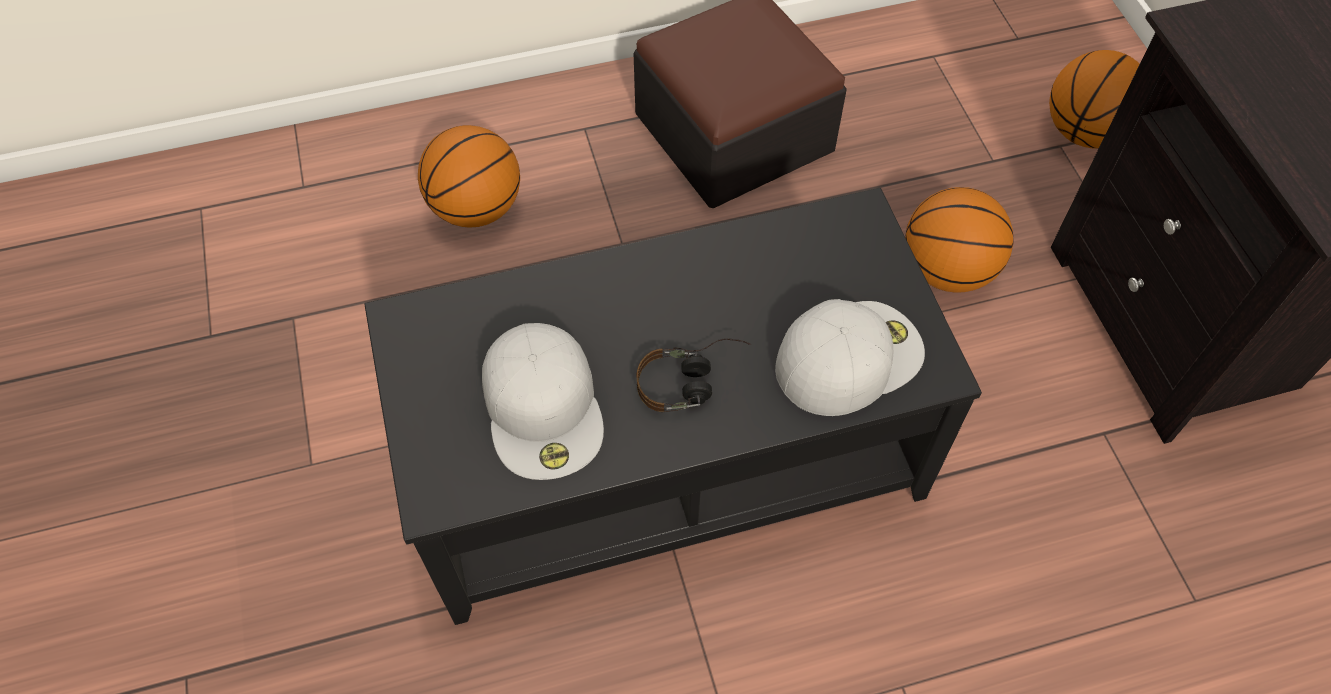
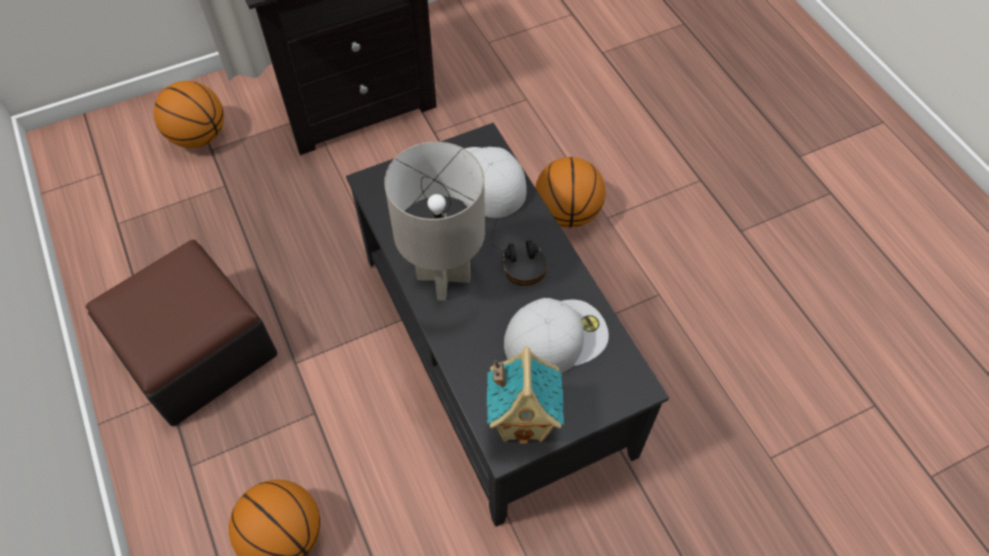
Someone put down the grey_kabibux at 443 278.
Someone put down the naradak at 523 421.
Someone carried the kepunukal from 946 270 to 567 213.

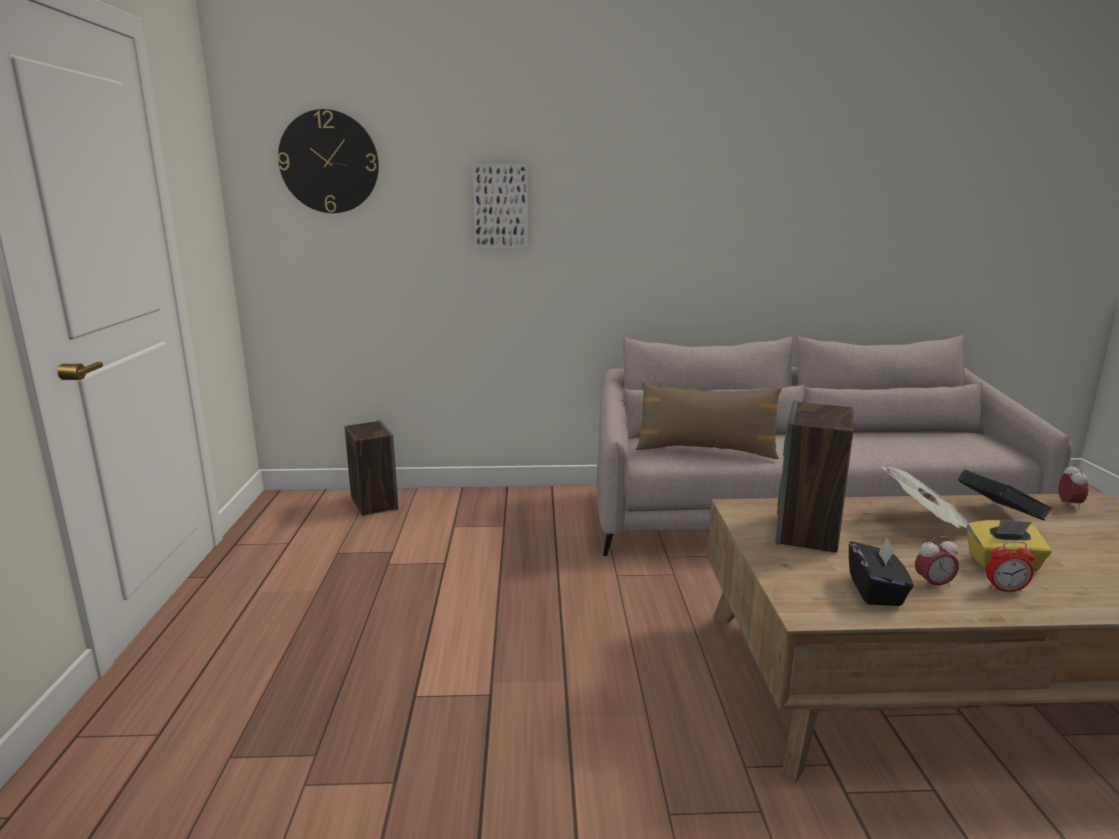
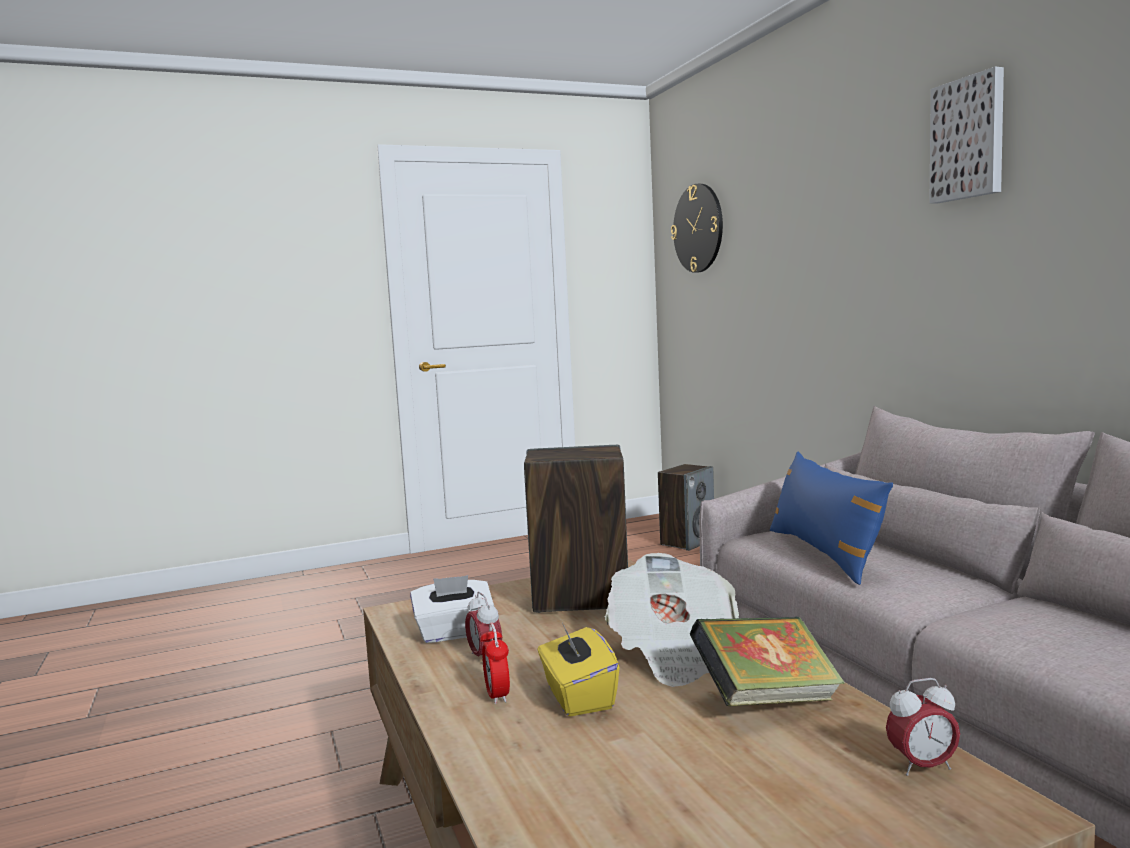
Someone repainted the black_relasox at 876 591, which became the white_relasox at 454 633.
Someone repainted the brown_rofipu at 706 450, which became the blue_rofipu at 825 553.
Someone carried the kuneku from 501 206 to 969 139.

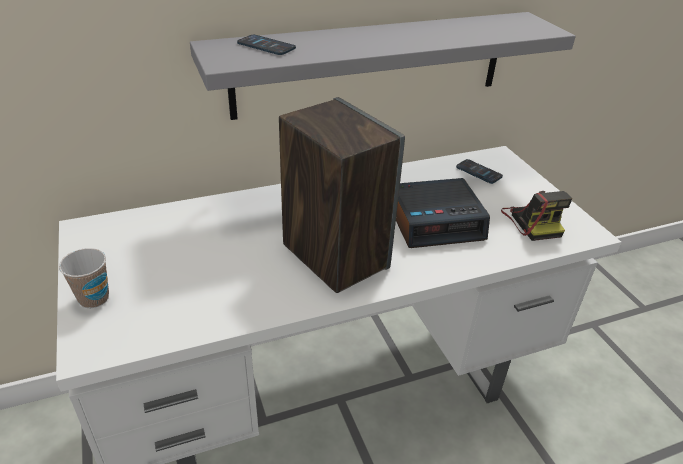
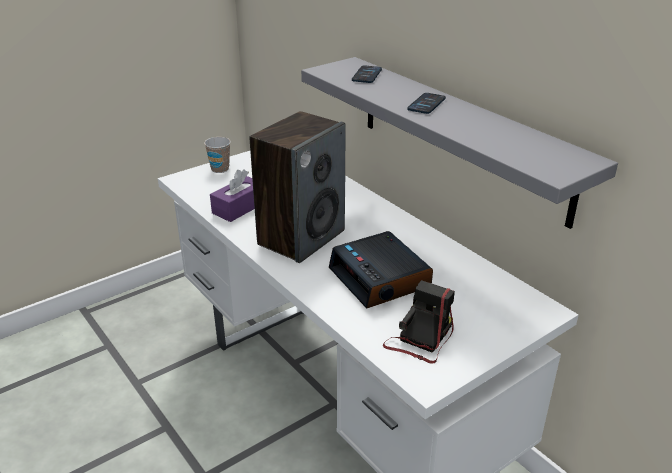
Someone put down the purple_relasox at 239 208.
Someone rotated the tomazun at 532 221 by 150 degrees clockwise.
Someone carried the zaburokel from 478 172 to 426 104.

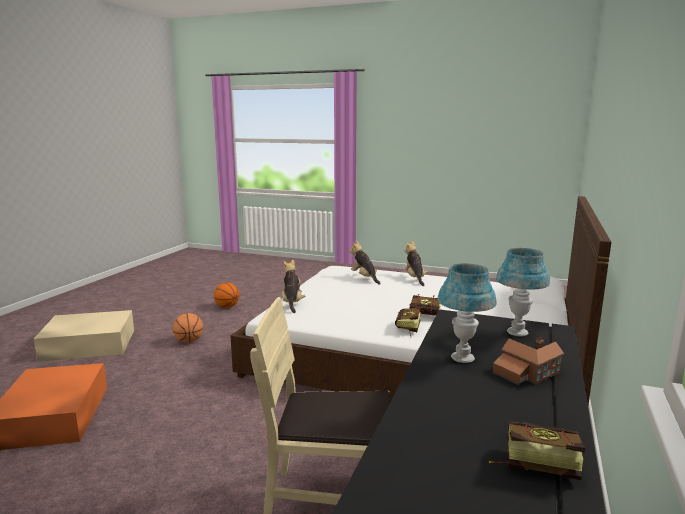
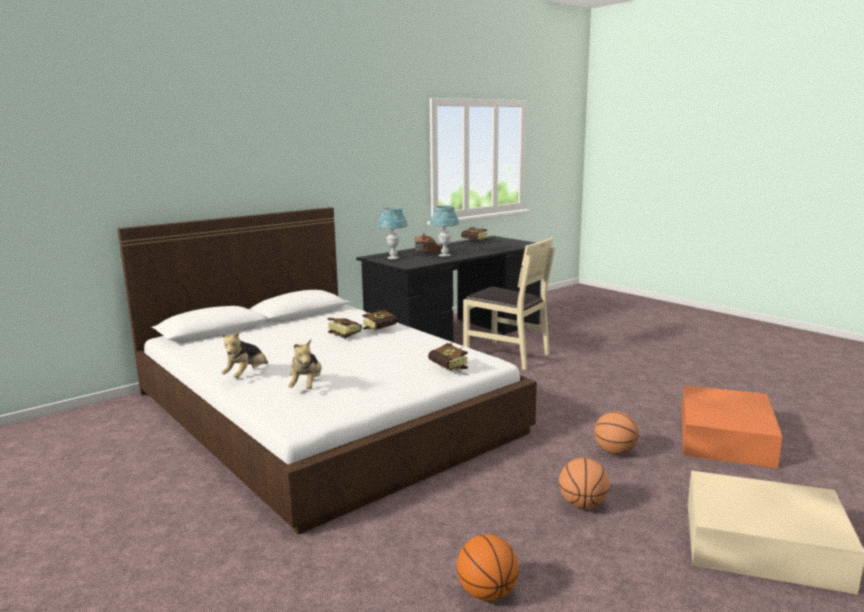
Someone swapped the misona at 292 303 for the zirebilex at 450 370.
Someone put down the kepunukal at 615 452.

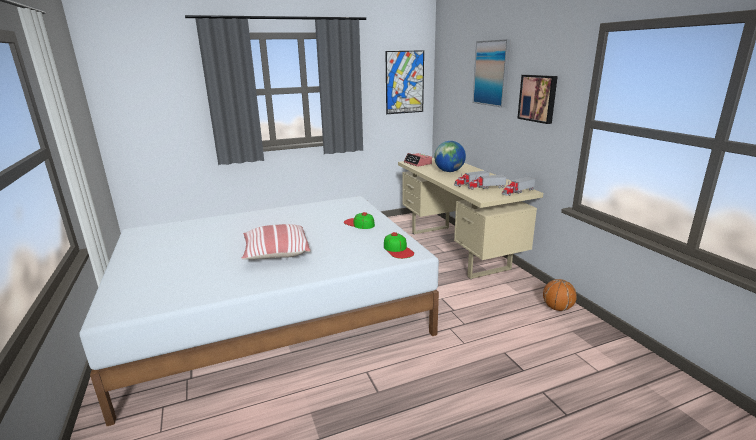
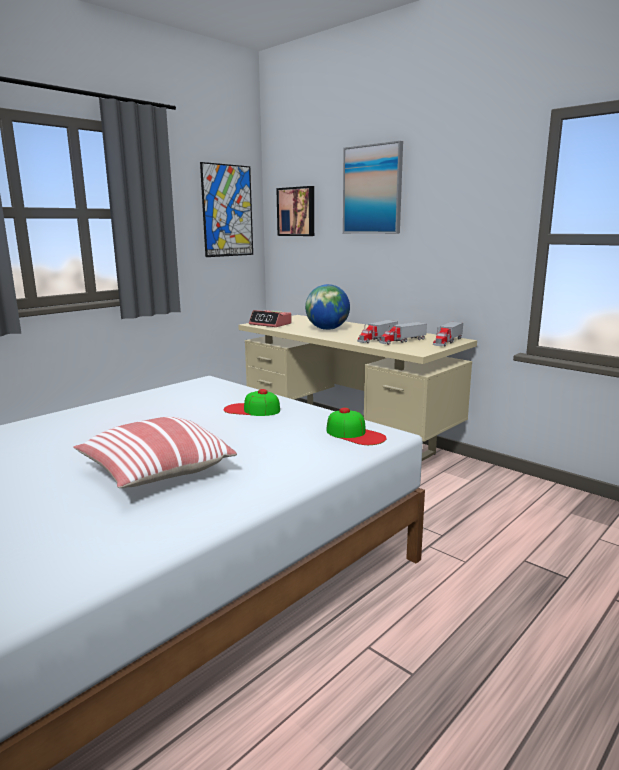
Someone carried the kuneku from 538 98 to 297 211.
Someone took away the kepunukal at 557 308.

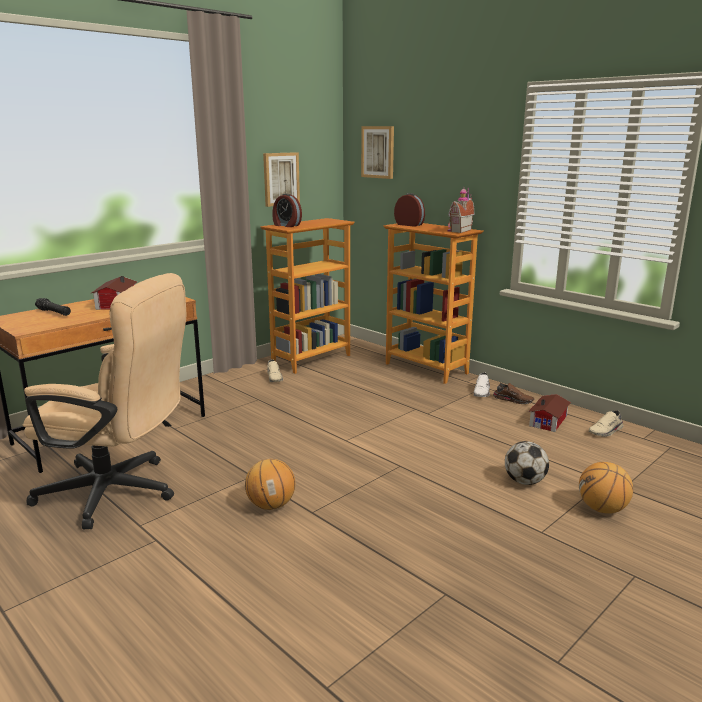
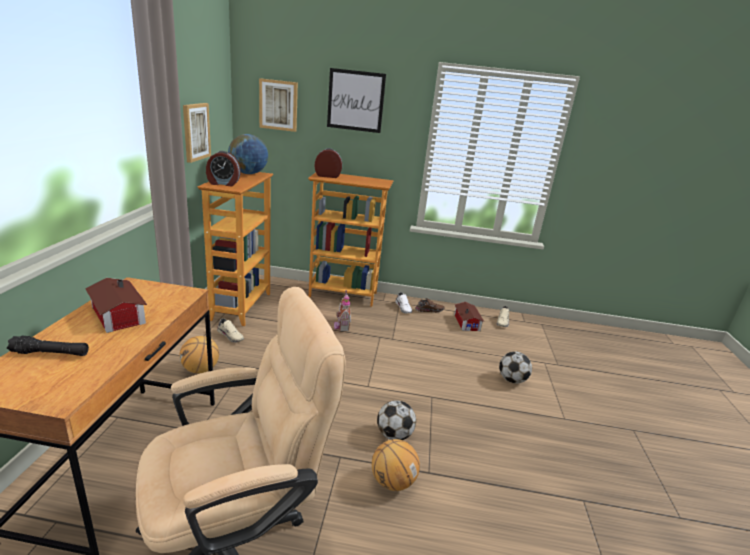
Someone carried the kepunukal from 602 509 to 200 370.
Someone put down the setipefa at 248 173.
Someone put up the kuneku at 355 101.
Someone carried the naradak from 458 231 to 341 326.
Someone put down the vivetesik at 394 435.

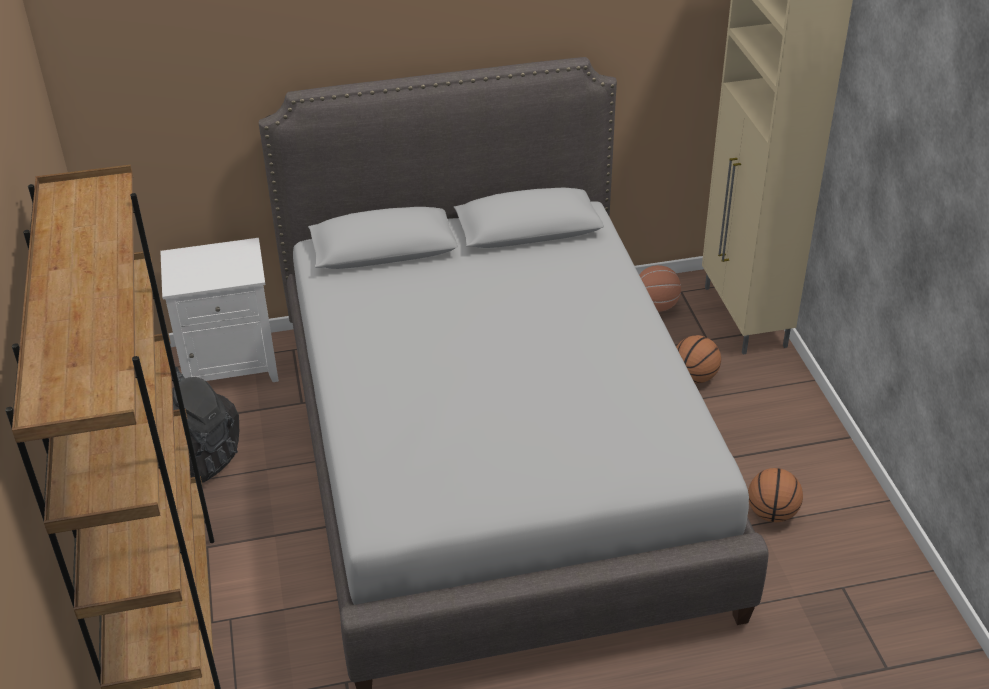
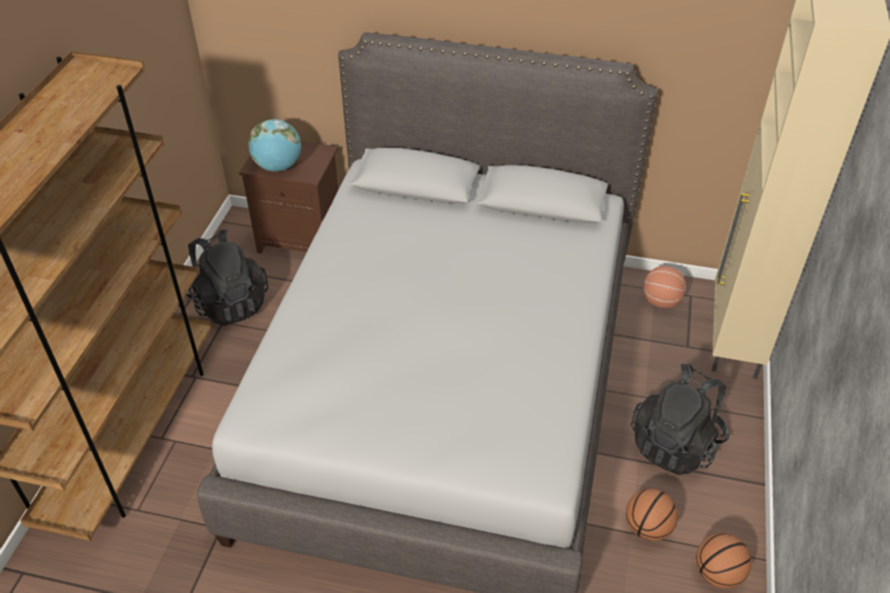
Someone repainted the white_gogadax at 232 364, which became the brown_gogadax at 302 239.
Someone put down the setipefa at 278 167.
Someone put down the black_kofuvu at 675 444.
Someone carried the kepunukal from 694 377 to 717 573.

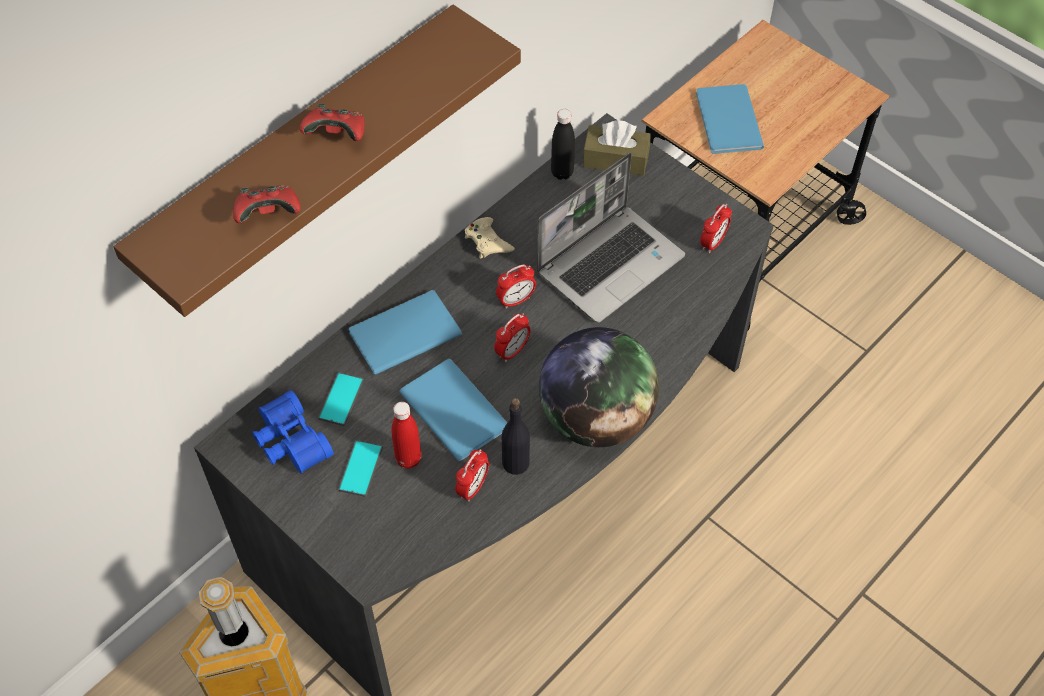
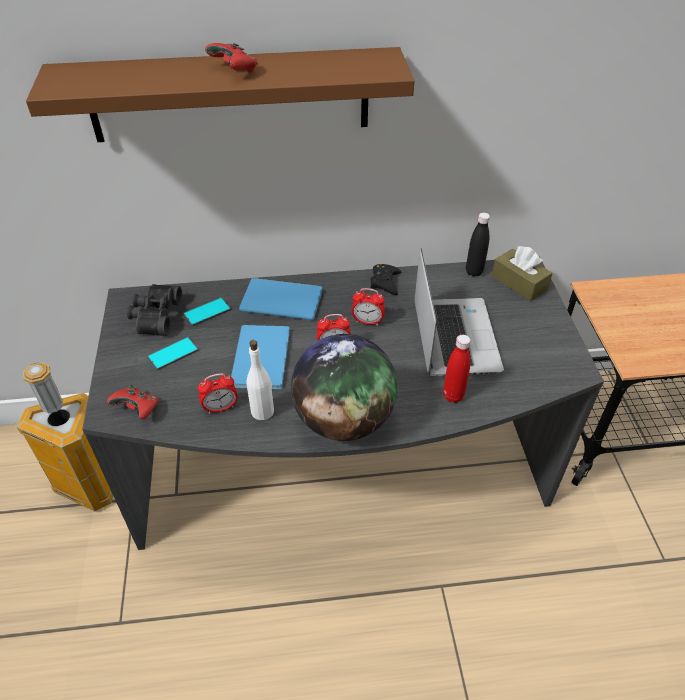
Someone carried the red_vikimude from 268 214 to 138 409.
Someone repainted the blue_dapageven at 289 442, which became the black_dapageven at 154 316.
Someone repainted the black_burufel at 516 462, which became the white_burufel at 263 411.
Someone repainted the beige_vikimude at 487 242, which became the black_vikimude at 385 282.
Someone rotated the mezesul at 610 263 by 90 degrees counterclockwise.
Someone carried the red_burufel from 408 459 to 453 396.
Someone took away the blue_zirebilex at 727 122.
Someone took away the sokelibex at 713 243.

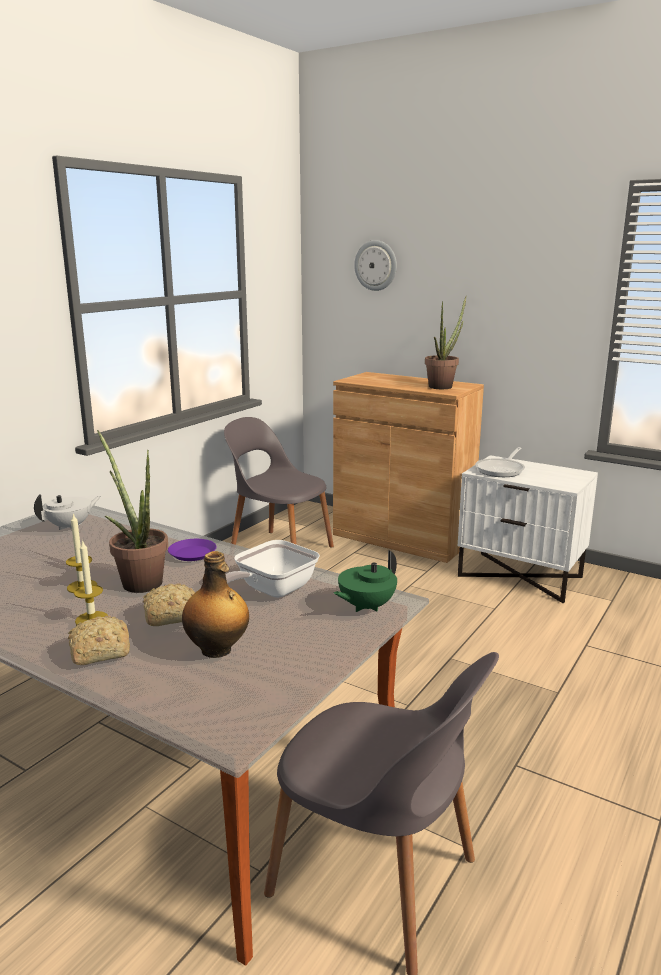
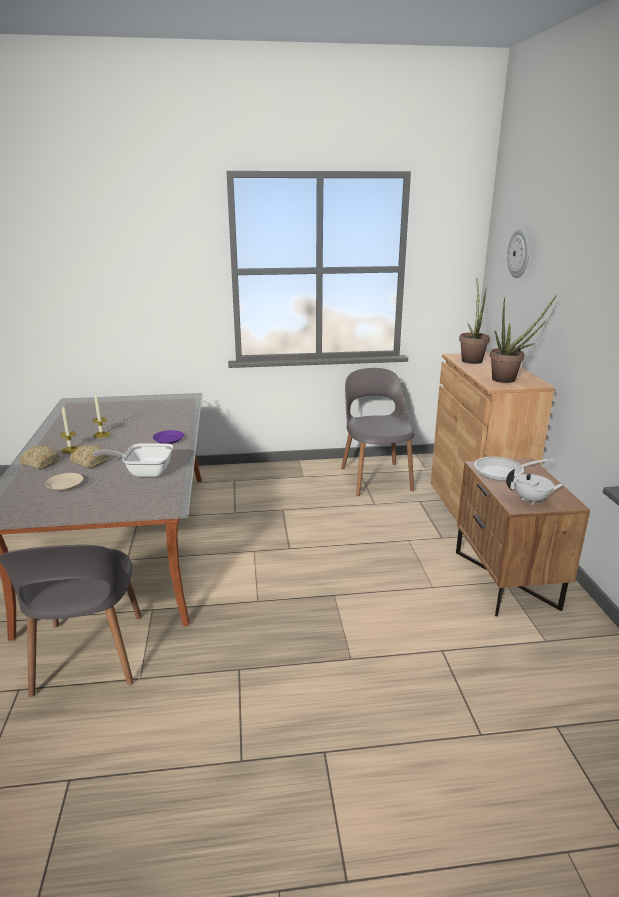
Someone swapped the burufel at 217 650 for the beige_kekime at 65 485.
Someone repainted the white_gogadax at 520 576, which became the brown_gogadax at 507 579.
Someone carried the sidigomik from 138 580 to 471 359.
Someone carried the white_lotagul from 70 526 to 531 500.
Someone took away the green_lotagul at 365 606.

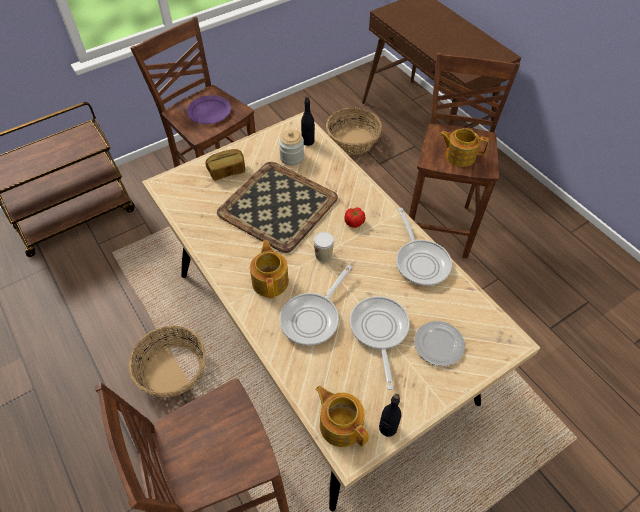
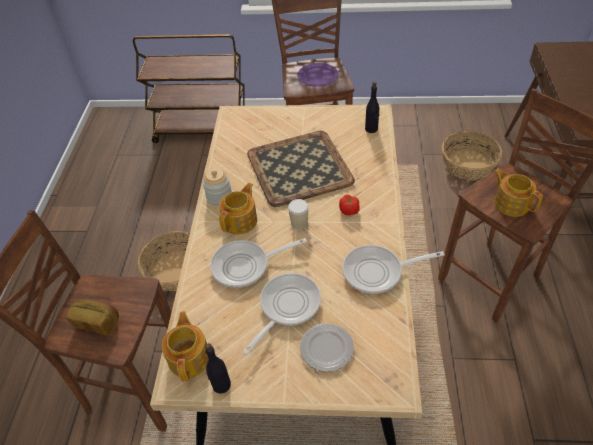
Someone carried the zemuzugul from 227 171 to 97 321.
Someone carried the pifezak from 292 157 to 219 196.
Someone rotated the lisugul at 421 261 by 60 degrees clockwise.

